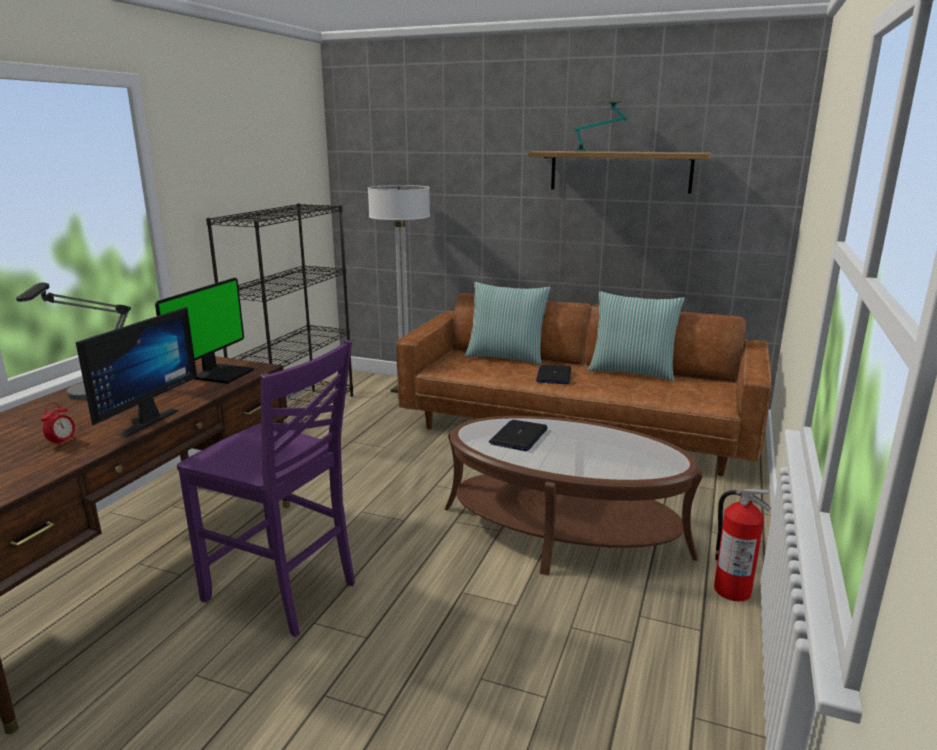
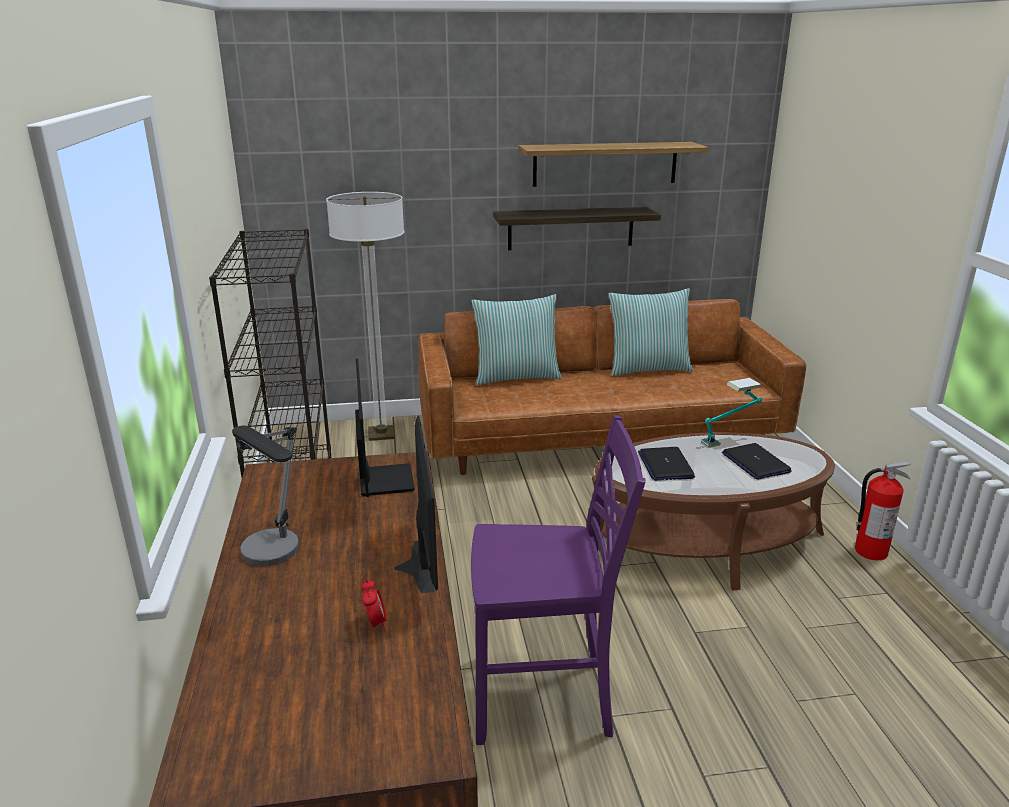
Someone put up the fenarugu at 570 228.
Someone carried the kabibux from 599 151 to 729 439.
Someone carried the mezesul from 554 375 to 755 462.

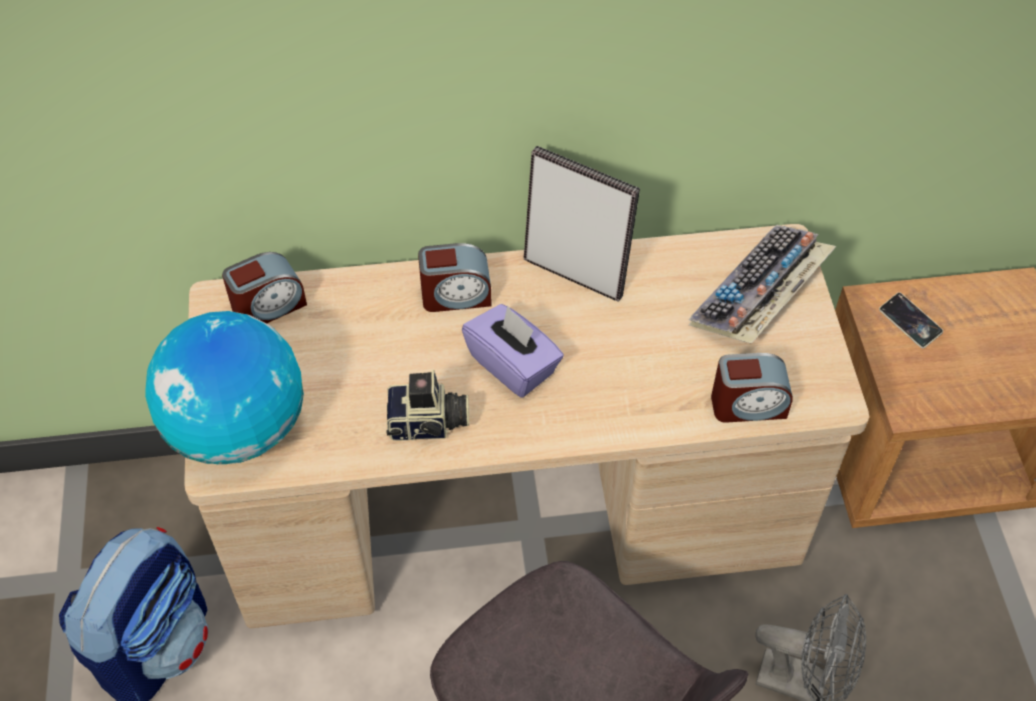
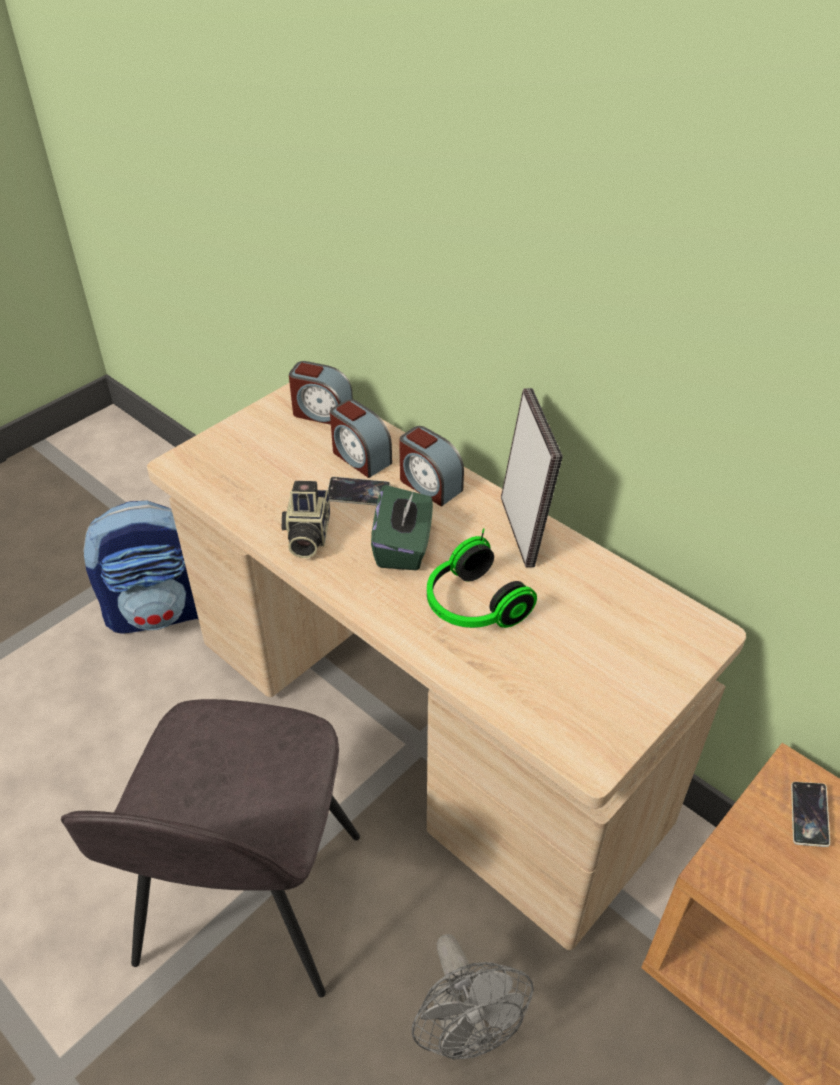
Someone rotated the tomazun at 428 425 by 45 degrees clockwise.
Someone put down the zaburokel at 358 494.
Someone carried the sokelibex from 748 405 to 360 457.
Someone repainted the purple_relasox at 513 365, which became the green_relasox at 403 547.
Someone put down the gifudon at 472 606.
Someone took away the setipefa at 237 429.
Someone took away the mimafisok at 760 296.

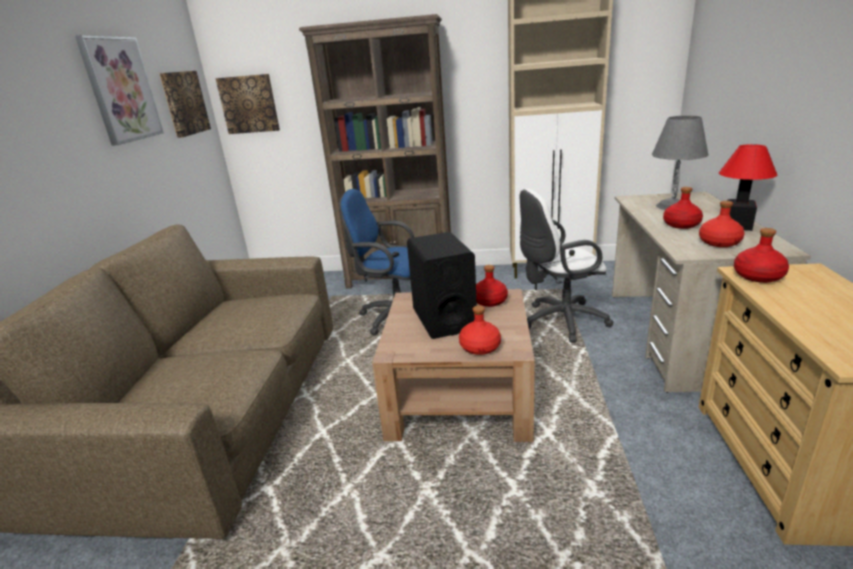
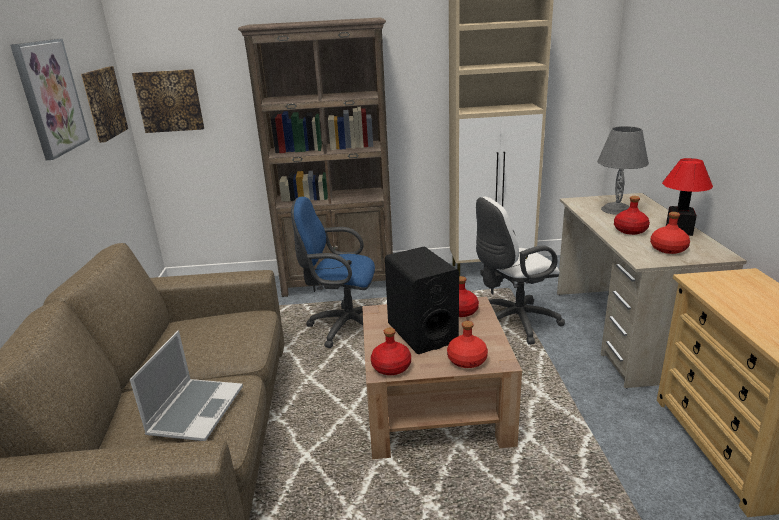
Someone put down the mezesul at 196 410.
Someone carried the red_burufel from 757 276 to 391 367.

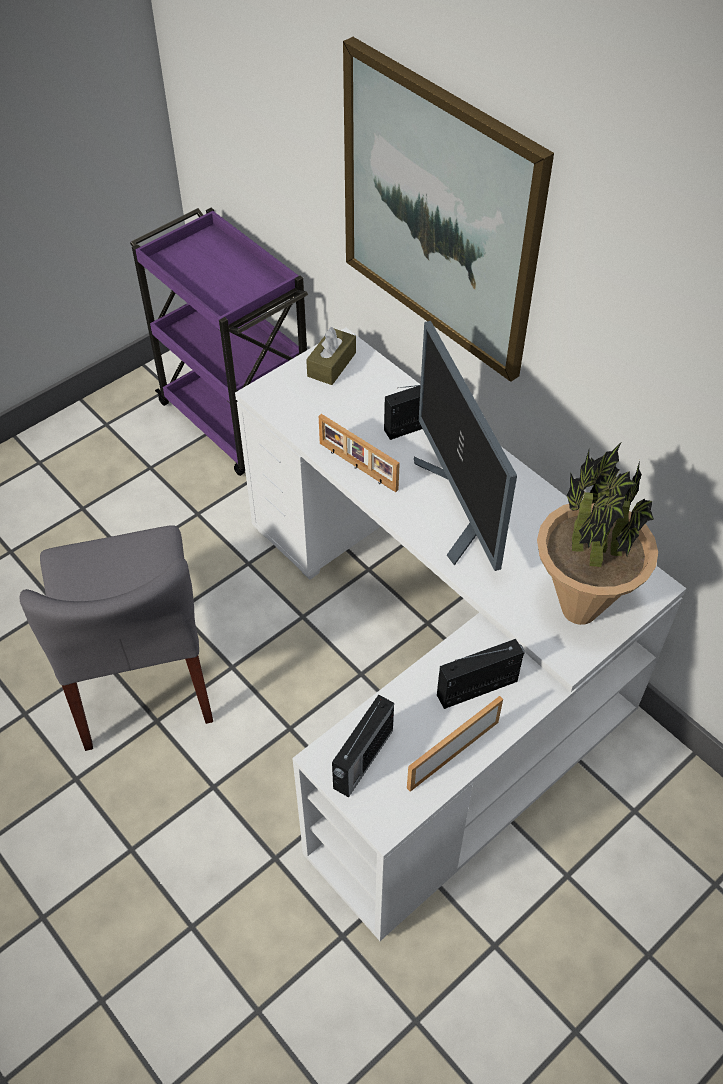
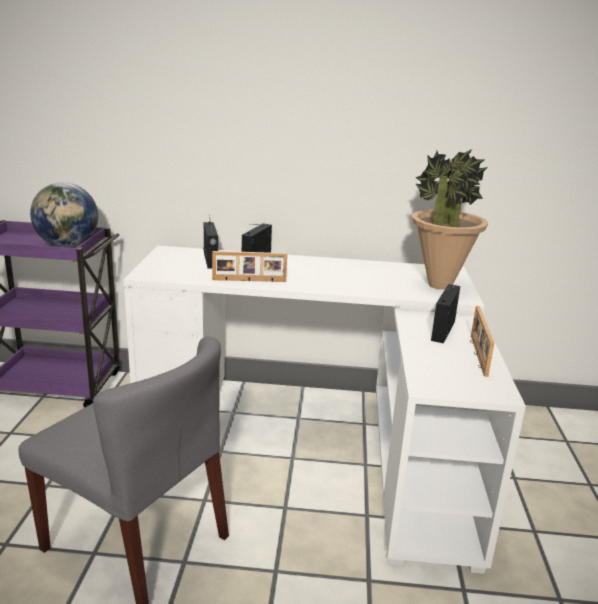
Someone put down the setipefa at 68 245.
Someone carried the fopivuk from 362 760 to 210 260.
Someone took away the brown_relasox at 331 364.
Someone took away the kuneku at 439 213.
Someone took away the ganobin at 462 507.

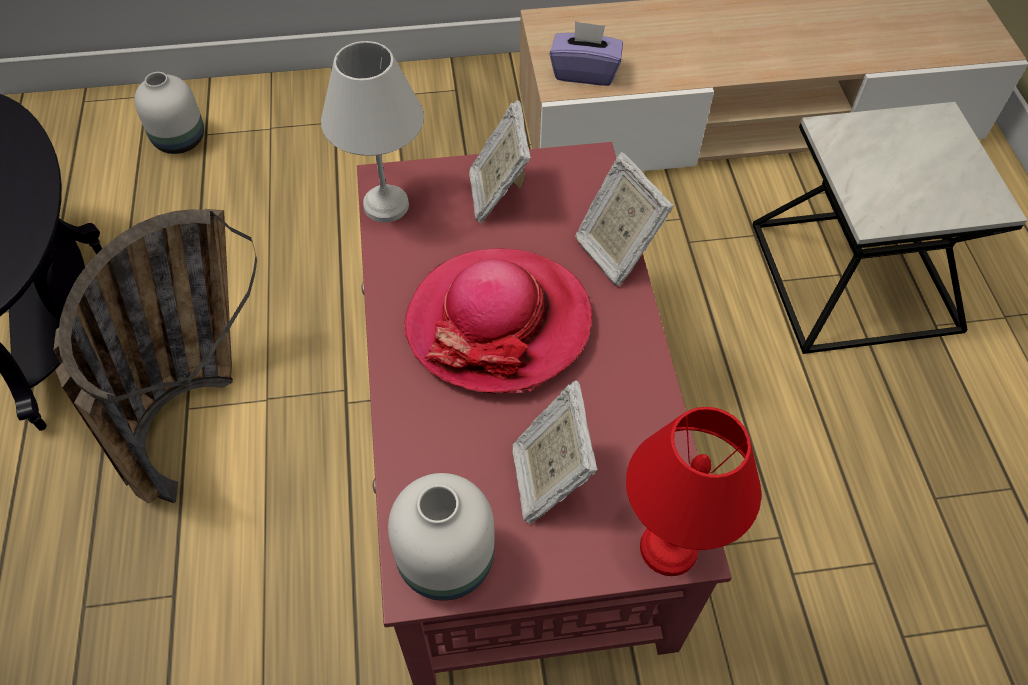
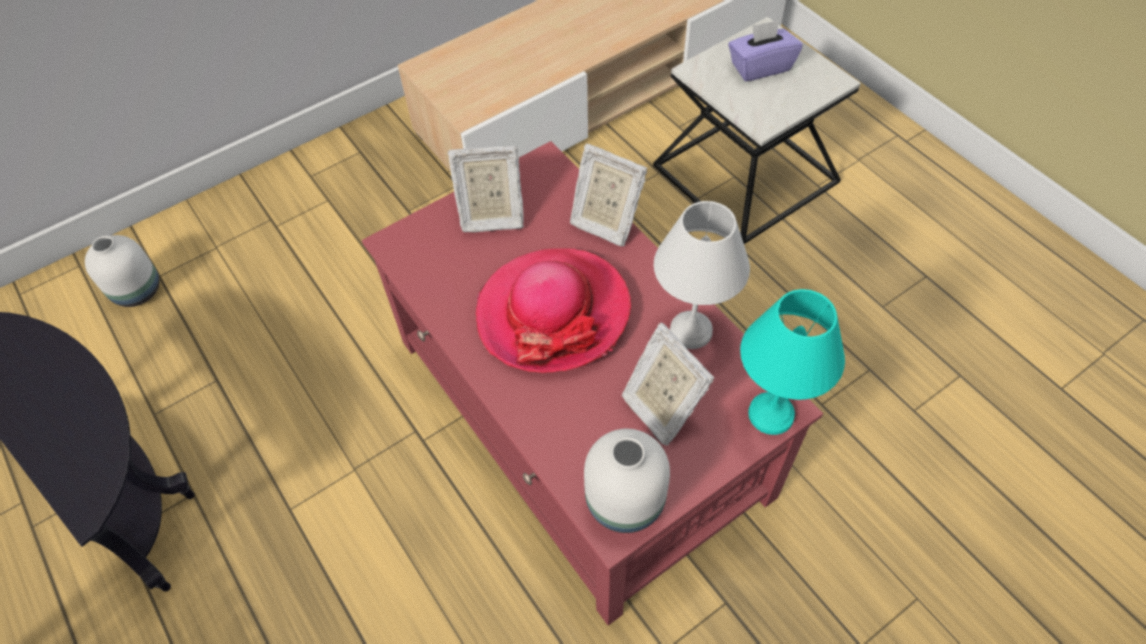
Someone rotated the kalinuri at 498 194 by 60 degrees counterclockwise.
Someone carried the white_kabibux from 384 205 to 689 331.
Someone carried the purple_relasox from 584 72 to 760 67.
Someone repainted the red_kabibux at 667 550, which became the turquoise_kabibux at 771 416.
Someone took away the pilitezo at 196 408.

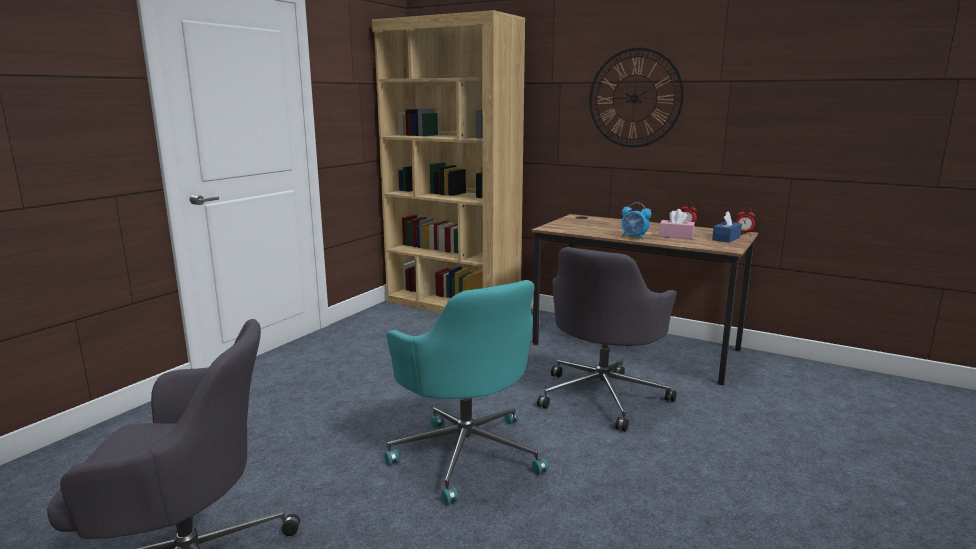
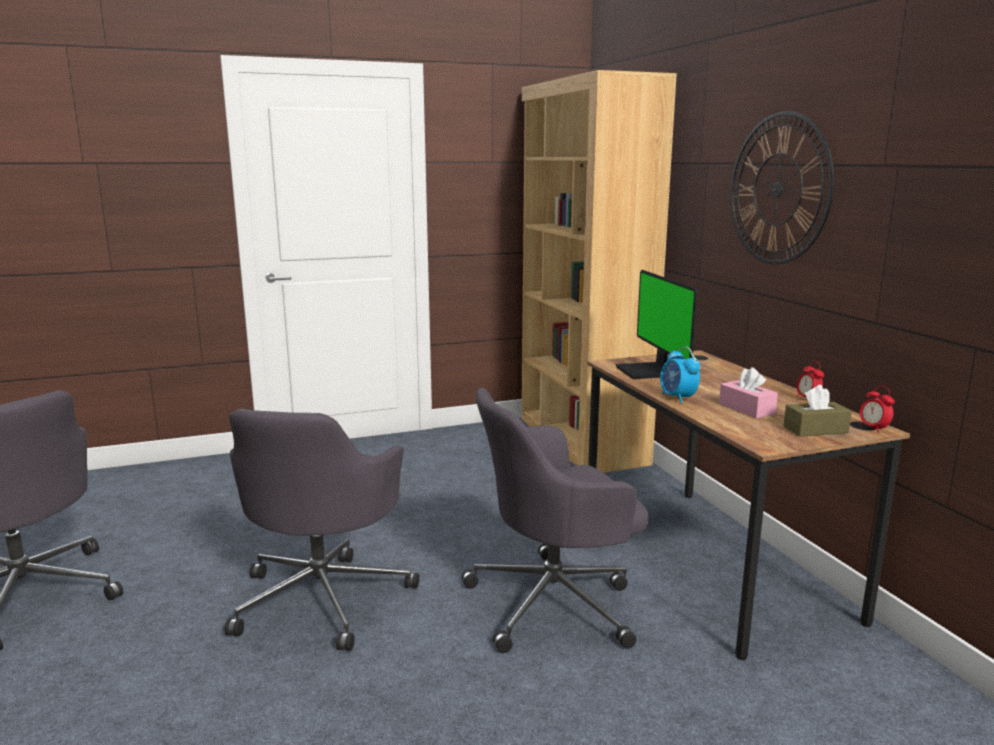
Someone repainted the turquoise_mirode at 466 453, which became the grey_mirode at 323 597.
Someone put down the ganobin at 648 372.
Someone repainted the blue_relasox at 726 238, which became the brown_relasox at 815 430.

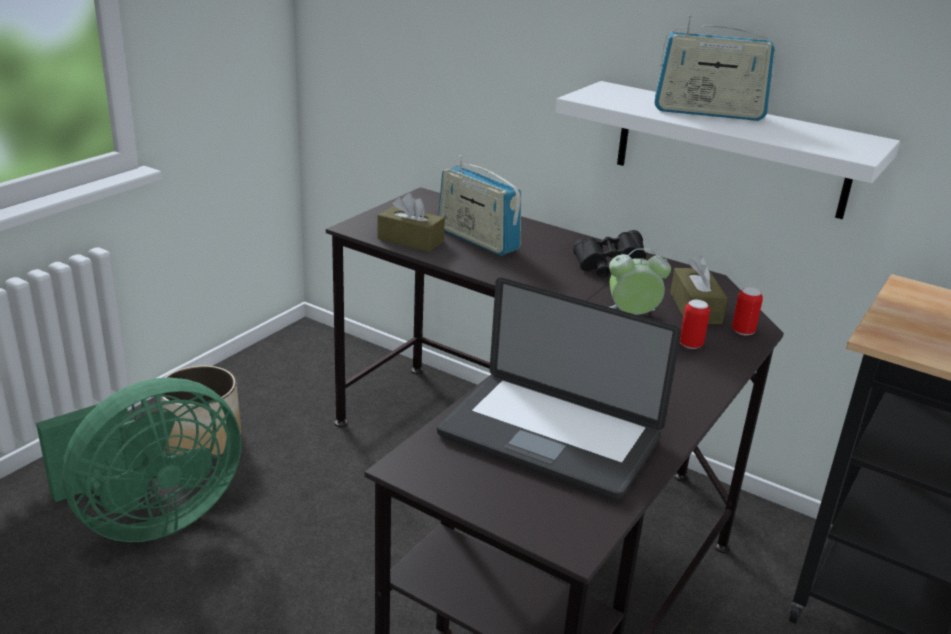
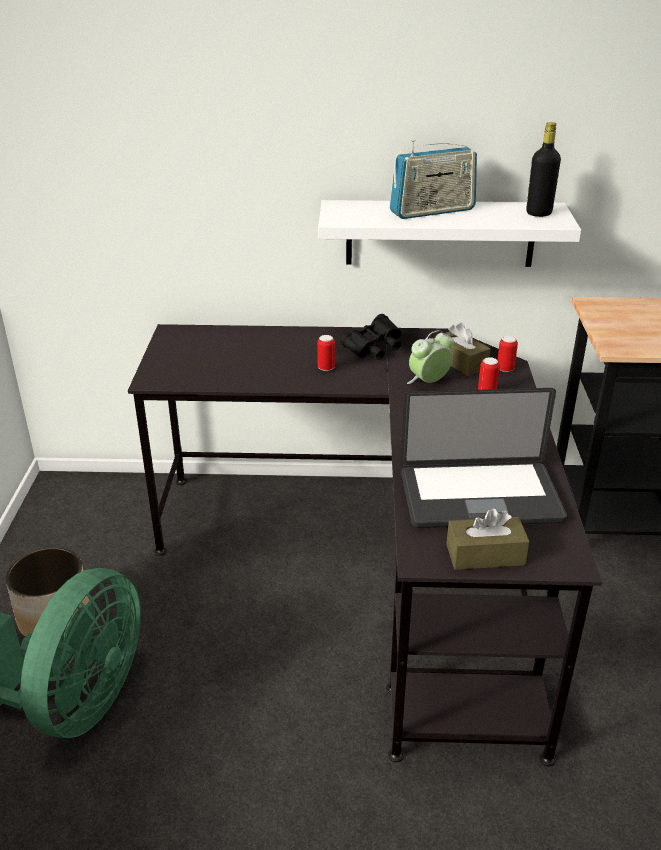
Someone put down the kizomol at 326 368.
Someone carried the brown_relasox from 410 240 to 485 555.
Someone put down the black_burufel at 538 213.
Someone took away the fopivuk at 477 239.

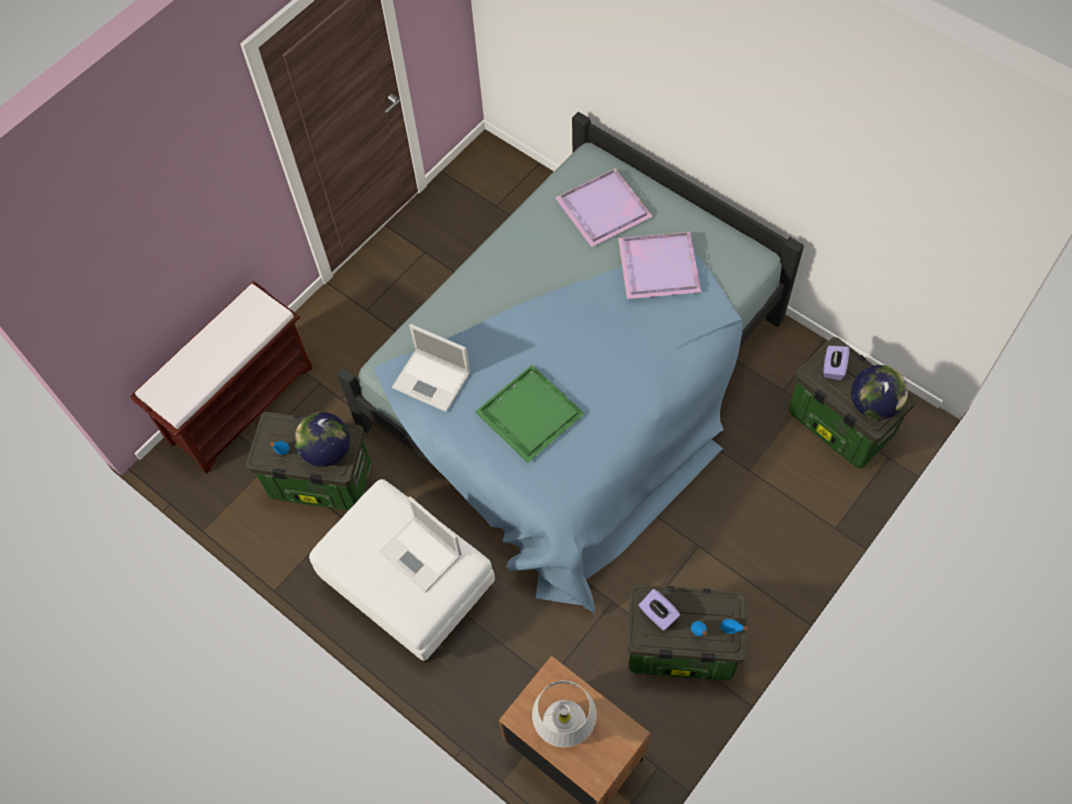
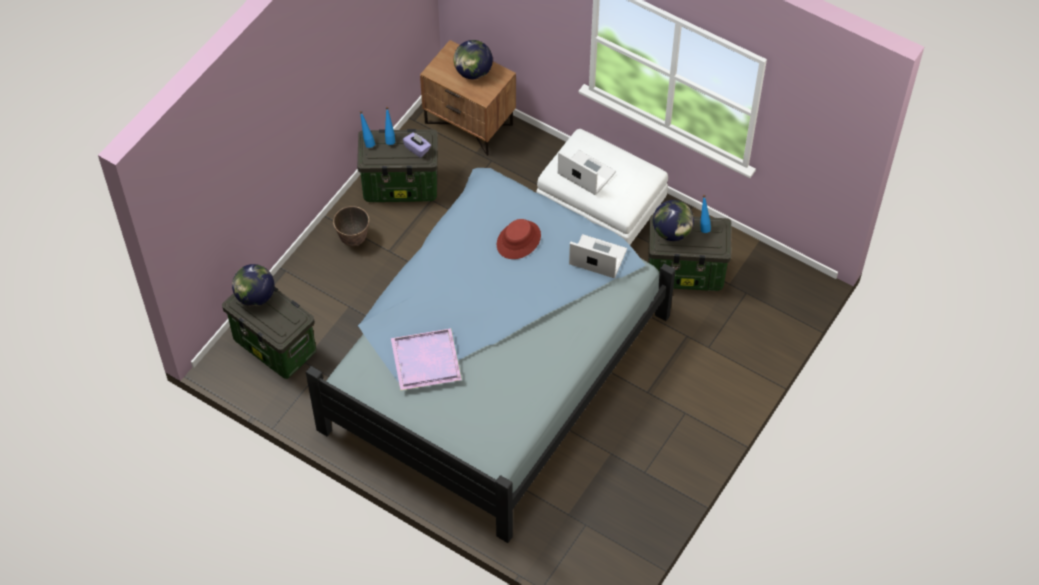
Someone put down the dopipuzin at 353 239.
Someone swapped the white_kabibux at 565 727 for the setipefa at 473 72.
Someone swapped the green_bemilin at 529 412 for the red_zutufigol at 518 240.
Someone took away the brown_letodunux at 242 403.
Someone took away the purple_bemilin at 605 209.
Someone took away the purple_relasox at 833 368.

